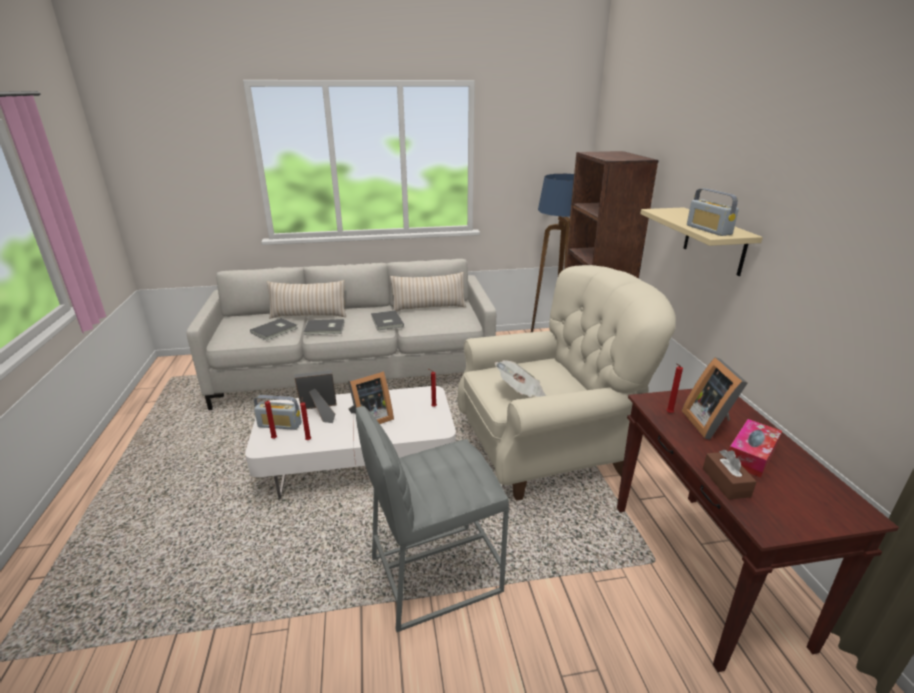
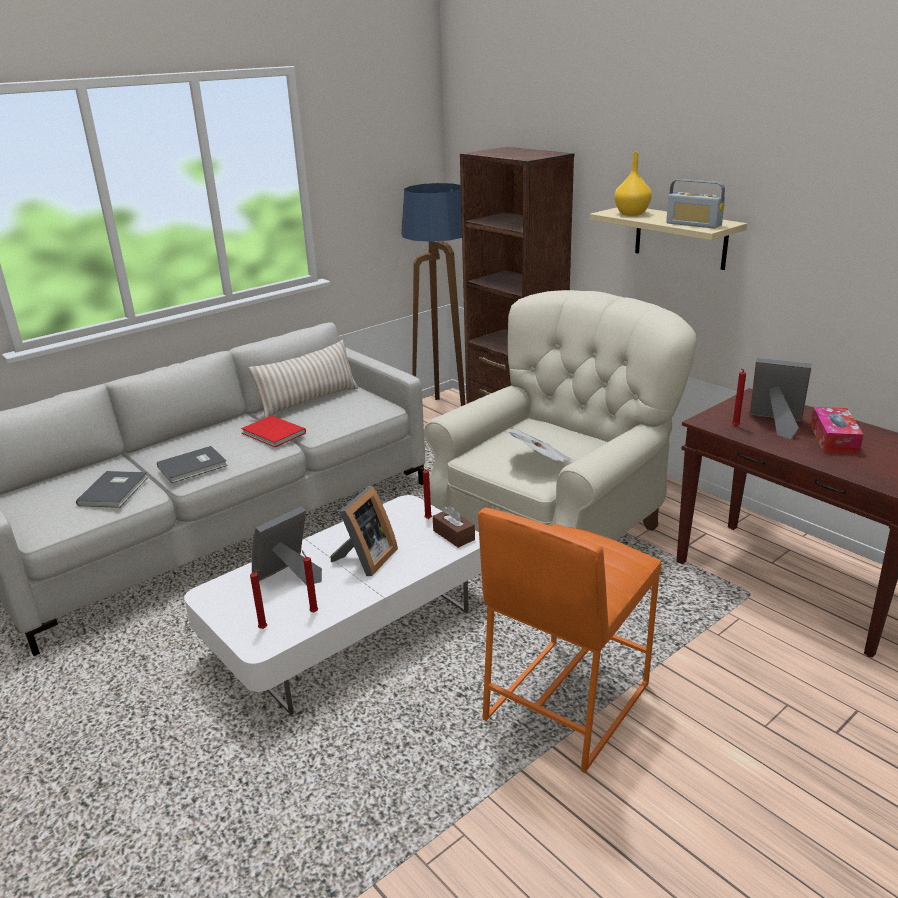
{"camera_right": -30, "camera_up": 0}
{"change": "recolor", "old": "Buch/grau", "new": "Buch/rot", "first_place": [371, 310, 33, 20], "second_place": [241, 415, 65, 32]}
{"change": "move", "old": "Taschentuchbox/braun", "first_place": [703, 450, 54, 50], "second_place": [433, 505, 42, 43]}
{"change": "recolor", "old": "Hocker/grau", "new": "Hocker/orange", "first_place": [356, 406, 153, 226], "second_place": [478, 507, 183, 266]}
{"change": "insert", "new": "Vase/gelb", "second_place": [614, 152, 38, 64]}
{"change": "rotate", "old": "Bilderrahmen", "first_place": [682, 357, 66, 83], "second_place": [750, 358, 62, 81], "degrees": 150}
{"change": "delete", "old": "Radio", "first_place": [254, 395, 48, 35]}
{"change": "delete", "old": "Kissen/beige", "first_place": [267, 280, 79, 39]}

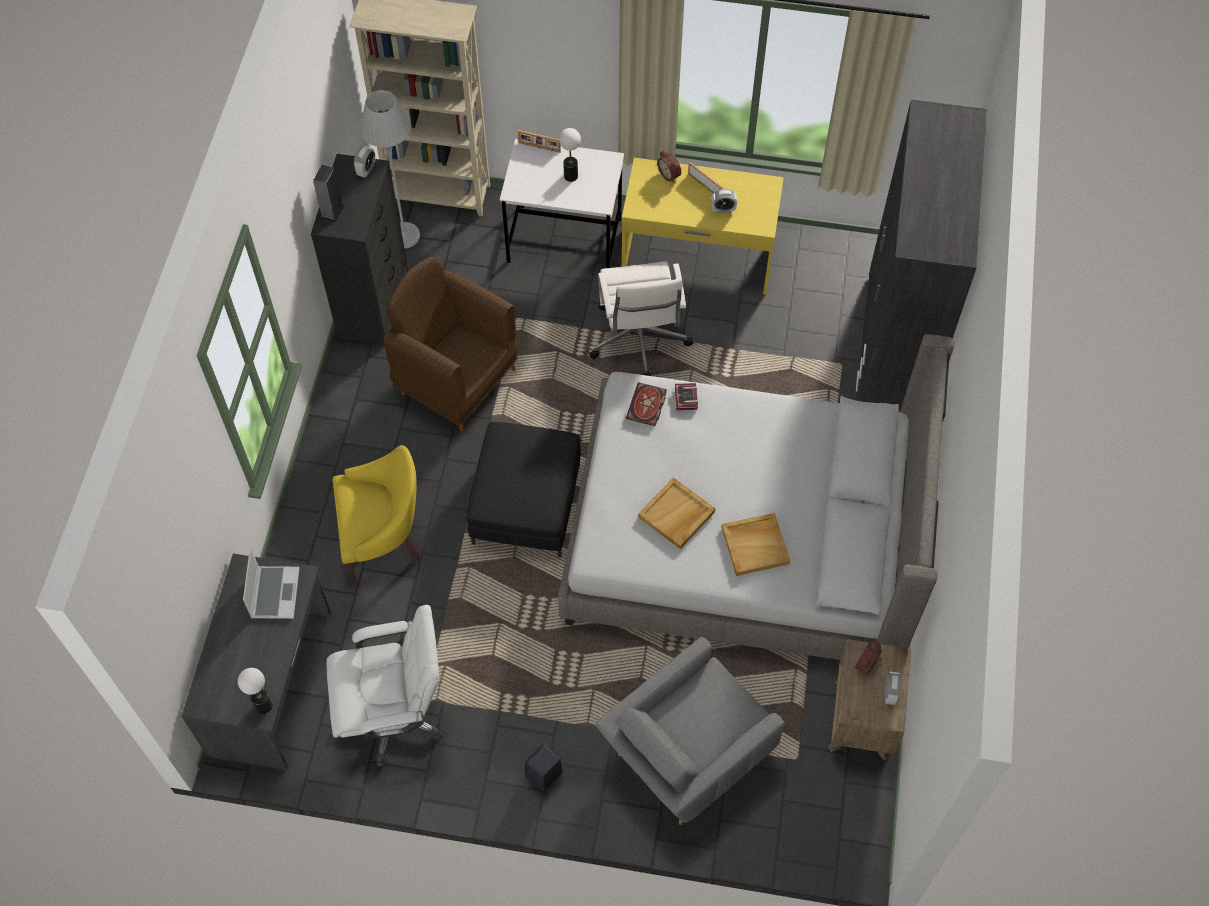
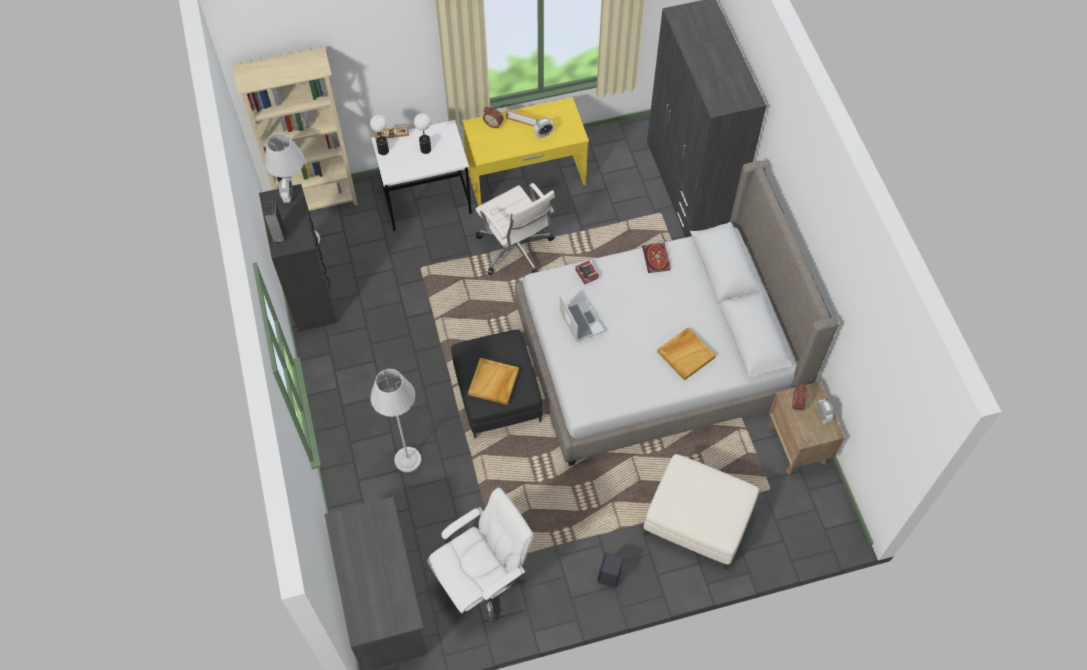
{"camera_right": -25, "camera_up": 0}
{"change": "move", "old": "Tischlampe", "first_place": [238, 668, 35, 46], "second_place": [370, 115, 19, 40]}
{"change": "replace", "old": "Sessel/gelb", "new": "Stehlampe/grau", "first_place": [333, 445, 88, 137], "second_place": [371, 369, 50, 103]}
{"change": "move", "old": "Tablett/beige", "first_place": [638, 477, 78, 72], "second_place": [468, 358, 51, 47]}
{"change": "move", "old": "Laptop", "first_place": [243, 548, 57, 71], "second_place": [559, 294, 45, 48]}
{"change": "move", "old": "Buch", "first_place": [626, 382, 41, 44], "second_place": [642, 243, 29, 30]}
{"change": "replace", "old": "Sessel/grau", "new": "Polsterhocker/weiß", "first_place": [595, 637, 190, 188], "second_place": [644, 454, 115, 115]}
{"change": "delete", "old": "Sessel/braun", "first_place": [383, 257, 136, 174]}

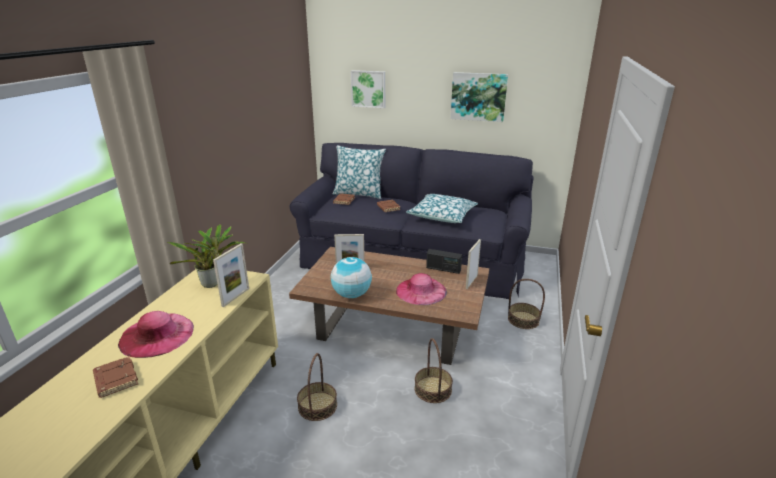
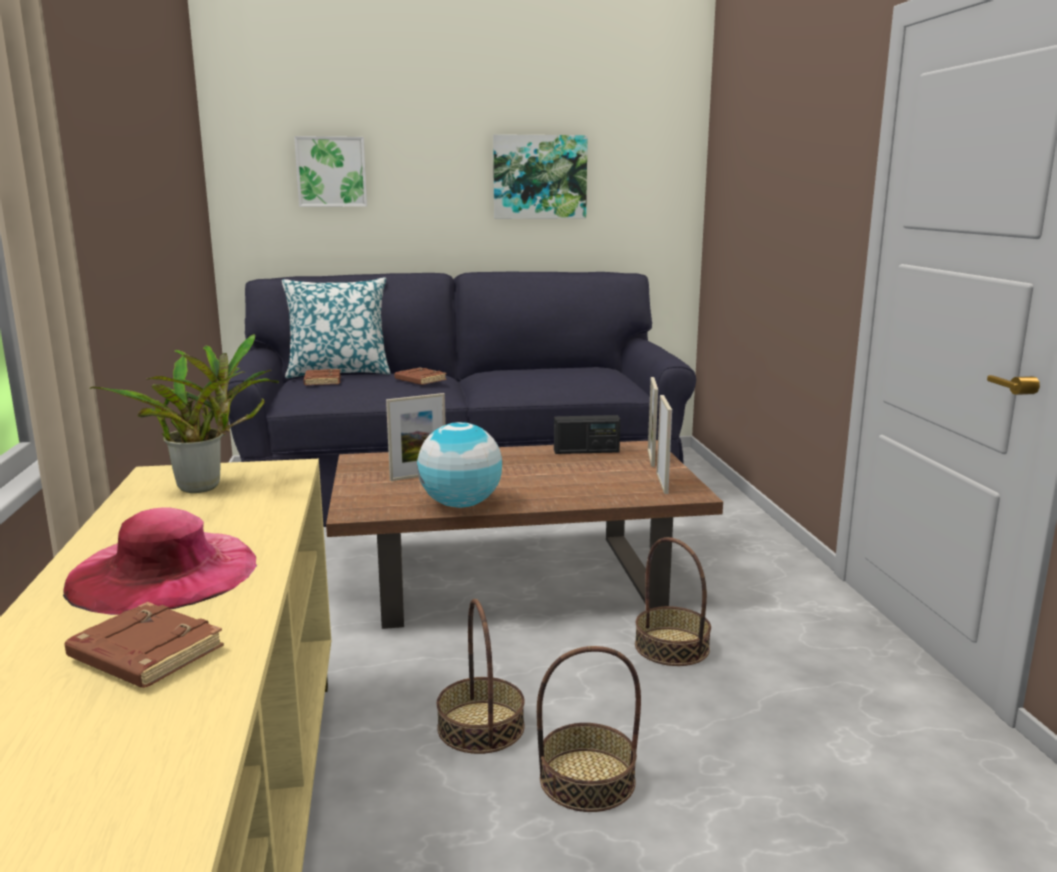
{"camera_right": -25, "camera_up": -10}
{"change": "move", "old": "Korb", "first_place": [508, 279, 37, 50], "second_place": [537, 646, 104, 166]}
{"change": "move", "old": "Bilderrahmen", "first_place": [213, 244, 36, 63], "second_place": [657, 395, 15, 99]}
{"change": "delete", "old": "Hut/rosa", "first_place": [396, 273, 51, 32]}
{"change": "delete", "old": "Kissen", "first_place": [406, 194, 72, 29]}

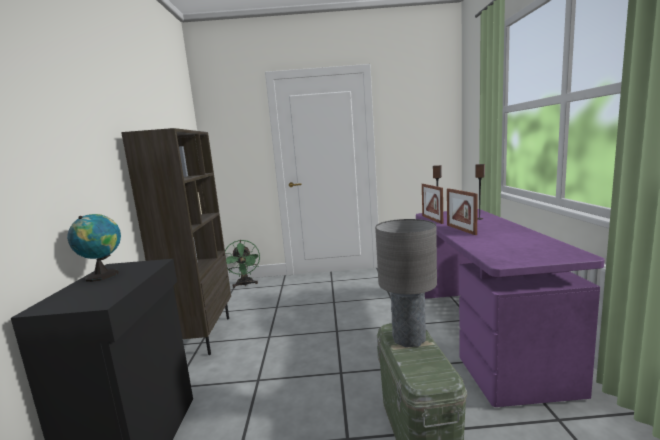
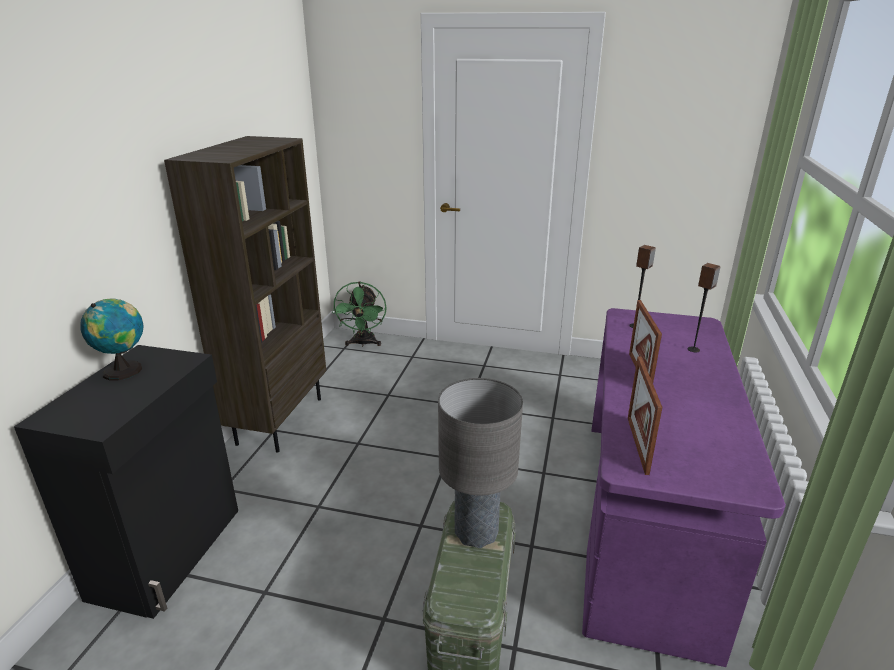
{"camera_right": 15, "camera_up": 15}
{"change": "move", "old": "Bilderrahmen", "first_place": [422, 184, 21, 40], "second_place": [628, 357, 34, 118]}

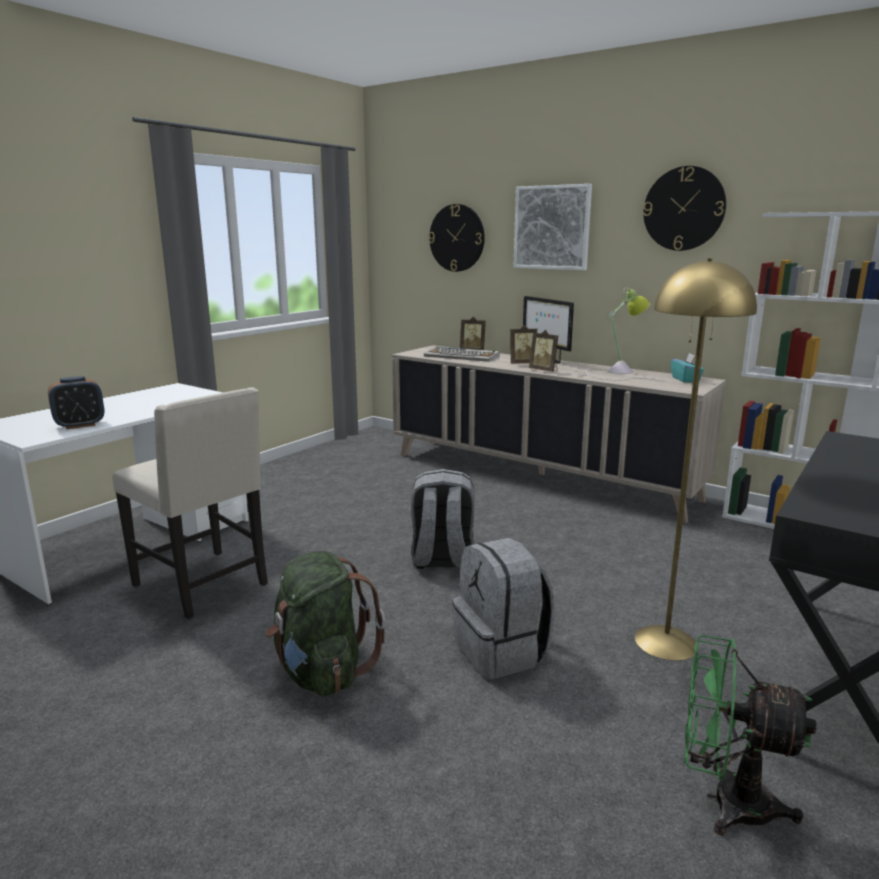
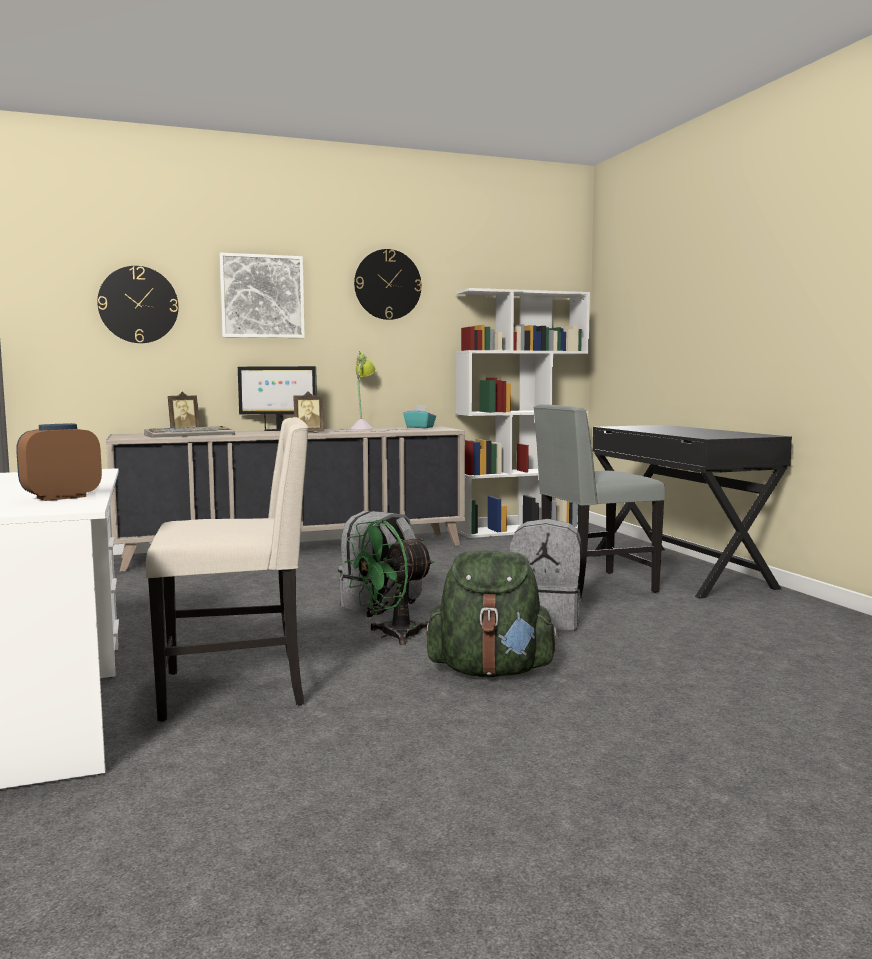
{"camera_right": -55, "camera_up": -10}
{"change": "rotate", "old": "Wecker", "first_place": [48, 376, 56, 53], "second_place": [16, 423, 86, 78], "degrees": -135}
{"change": "move", "old": "Ventilator/grün", "first_place": [684, 635, 132, 200], "second_place": [344, 520, 90, 125]}
{"change": "replace", "old": "Stehlampe/gelb", "new": "Stuhl/grau", "first_place": [635, 258, 122, 402], "second_place": [533, 404, 132, 193]}
{"change": "delete", "old": "Bilderrahmen", "first_place": [510, 325, 27, 39]}

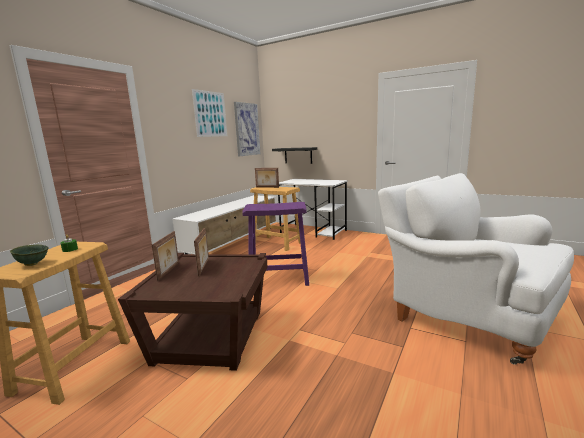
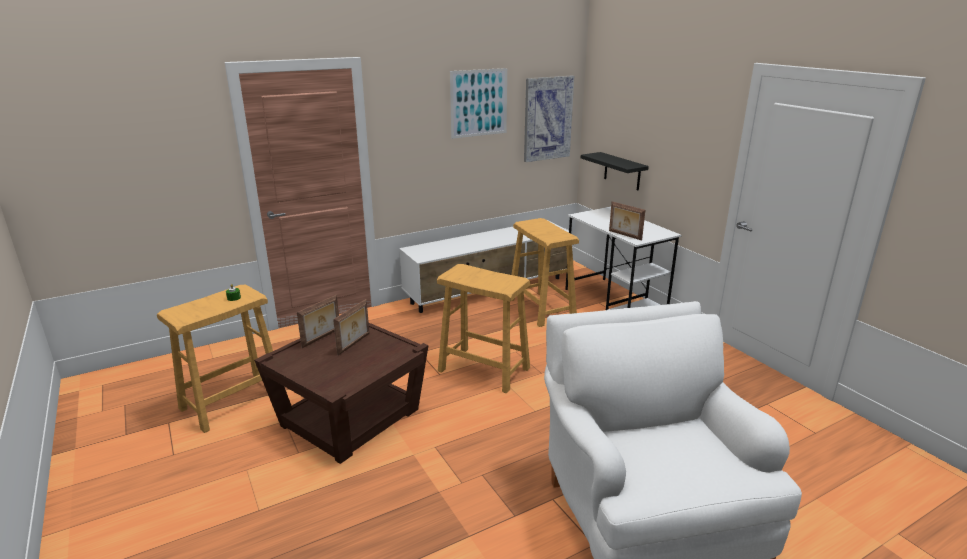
{"camera_right": 30, "camera_up": 10}
{"change": "recolor", "old": "Hocker/lila", "new": "Hocker/beige", "first_place": [242, 202, 67, 84], "second_place": [437, 264, 93, 129]}
{"change": "move", "old": "Bilderrahmen", "first_place": [255, 168, 24, 20], "second_place": [609, 201, 36, 39]}
{"change": "delete", "old": "Schüssel/grün", "first_place": [10, 245, 39, 21]}

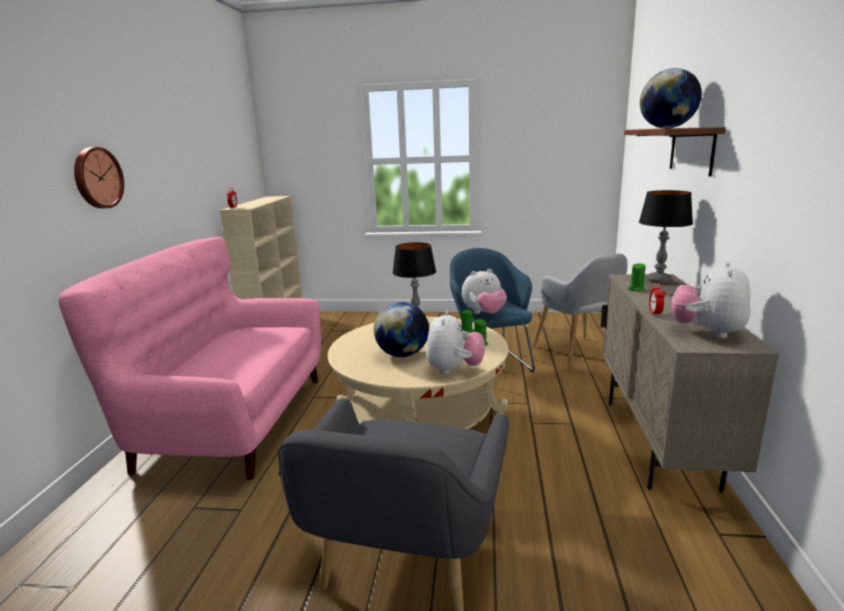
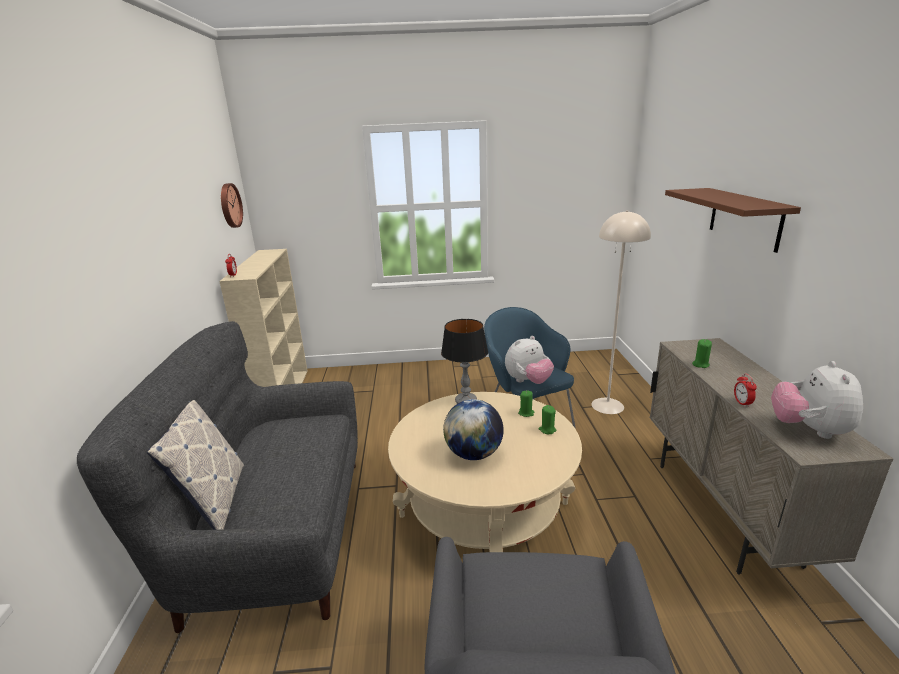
{"camera_right": -10, "camera_up": 5}
{"change": "recolor", "old": "Sofa/rosa", "new": "Sofa/grau", "first_place": [59, 237, 262, 243], "second_place": [77, 321, 281, 312]}
{"change": "insert", "new": "Kissen", "second_place": [147, 400, 97, 130]}
{"change": "move", "old": "Wanduhr", "first_place": [74, 147, 50, 61], "second_place": [221, 183, 22, 45]}
{"change": "replace", "old": "Sessel/grau", "new": "Stehlampe/beige", "first_place": [533, 254, 95, 114], "second_place": [591, 210, 60, 204]}
{"change": "delete", "old": "Plüschtier", "first_place": [426, 310, 59, 65]}
{"change": "delete", "old": "Tischlampe", "first_place": [639, 190, 54, 93]}
{"change": "delete", "old": "Globus", "first_place": [640, 68, 62, 60]}

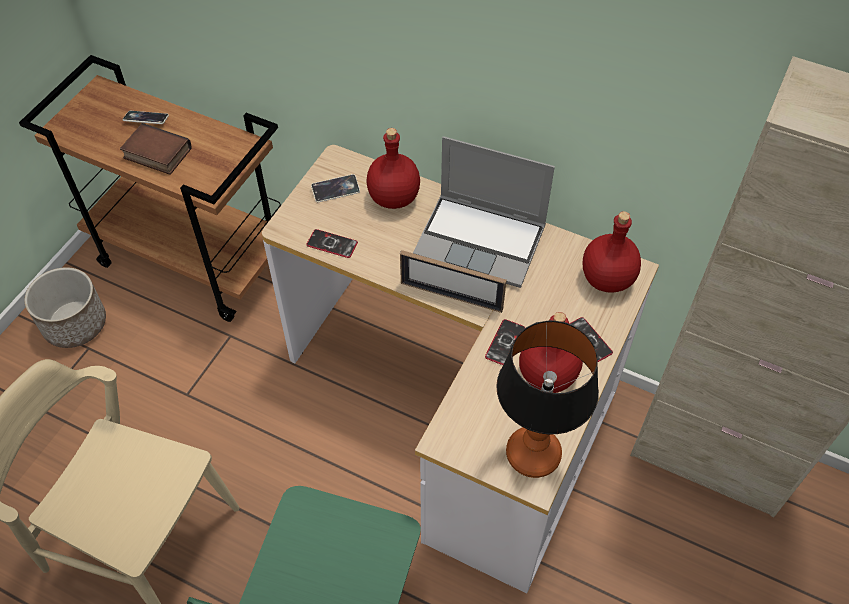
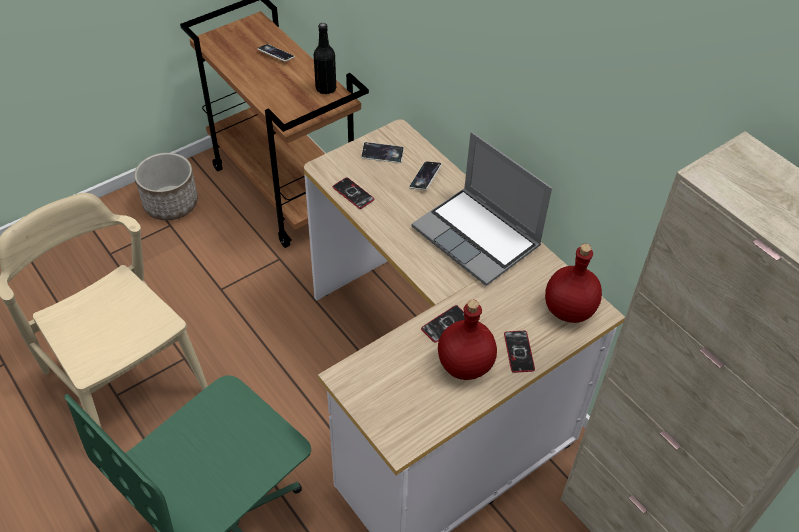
{"camera_right": 25, "camera_up": -5}
{"change": "insert", "new": "Flasche/schwarz", "second_place": [314, 23, 22, 71]}
{"change": "replace", "old": "Flasche/rot", "new": "Handy", "first_place": [366, 128, 54, 81], "second_place": [409, 161, 33, 29]}
{"change": "delete", "old": "Buch", "first_place": [120, 123, 71, 52]}
{"change": "delete", "old": "Bilderrahmen", "first_place": [400, 250, 107, 63]}
{"change": "delete", "old": "Tischlampe", "first_place": [496, 320, 103, 158]}

